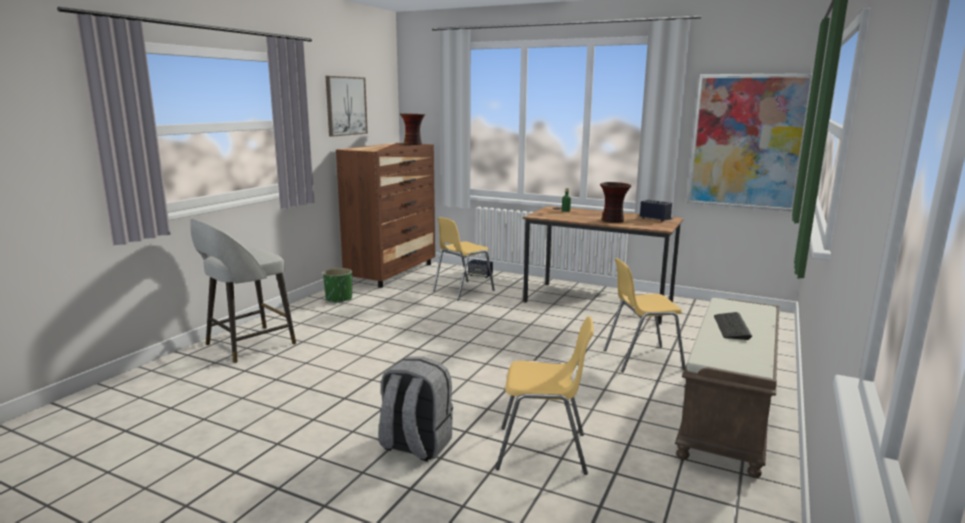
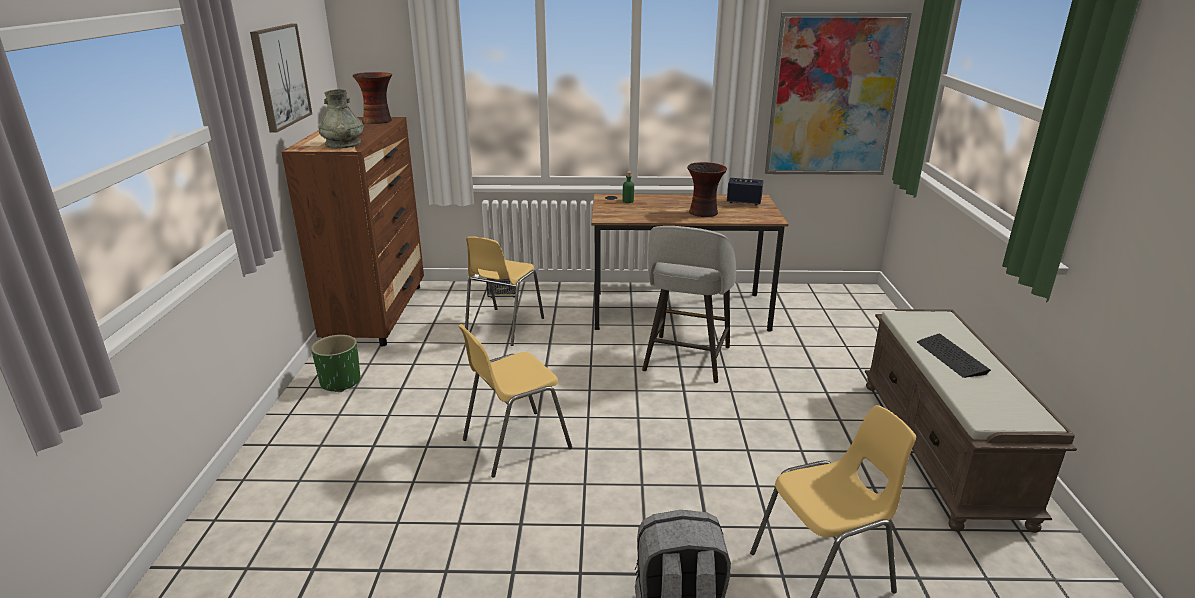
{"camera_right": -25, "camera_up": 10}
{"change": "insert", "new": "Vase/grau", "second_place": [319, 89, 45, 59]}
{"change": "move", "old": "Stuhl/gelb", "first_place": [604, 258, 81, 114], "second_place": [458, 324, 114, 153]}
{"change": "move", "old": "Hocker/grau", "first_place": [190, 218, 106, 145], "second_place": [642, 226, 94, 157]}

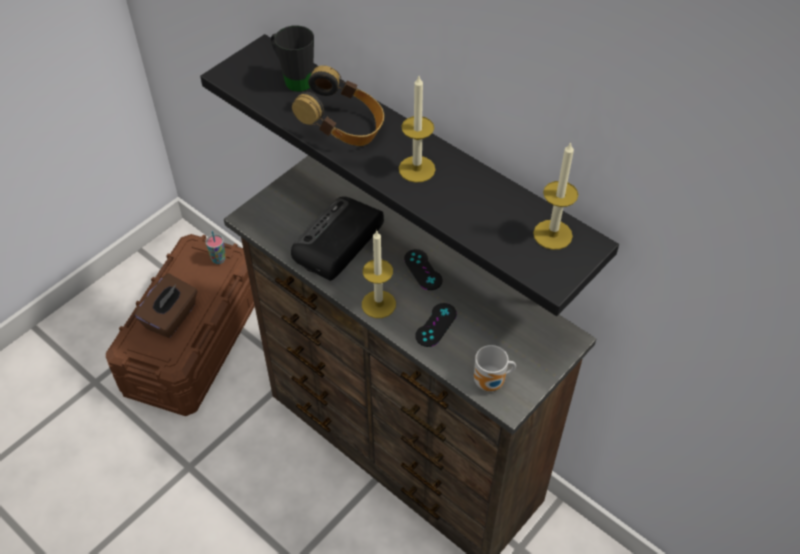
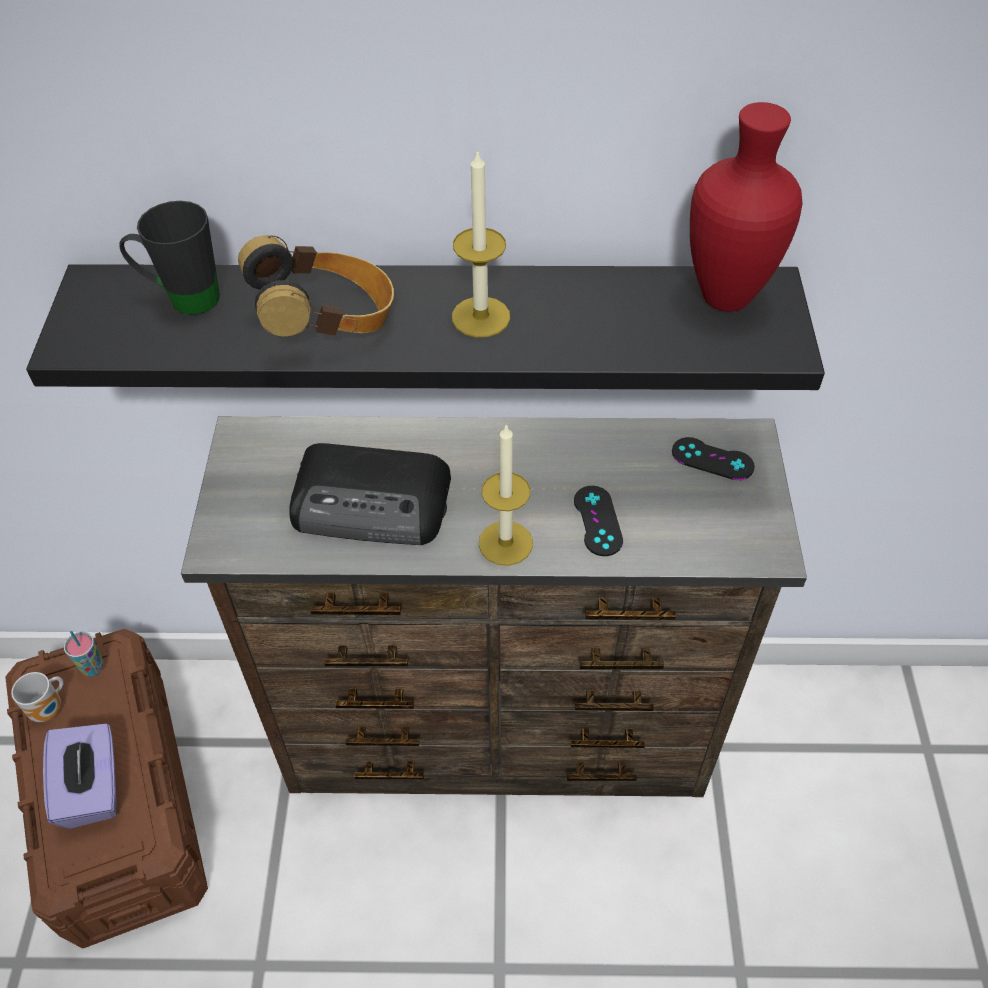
{"camera_right": -40, "camera_up": 0}
{"change": "move", "old": "Henkelbecher", "first_place": [474, 345, 42, 46], "second_place": [11, 672, 53, 50]}
{"change": "recolor", "old": "Taschentuchbox/braun", "new": "Taschentuchbox/lila", "first_place": [135, 273, 63, 65], "second_place": [43, 724, 74, 105]}
{"change": "rotate", "old": "Radio", "first_place": [291, 196, 93, 85], "second_place": [289, 443, 162, 102], "degrees": -75}
{"change": "move", "old": "Gamepad/schwarz", "first_place": [404, 249, 39, 41], "second_place": [672, 437, 83, 43]}
{"change": "replace", "old": "Kerze", "new": "Vase/rot", "first_place": [533, 141, 45, 109], "second_place": [690, 102, 112, 210]}

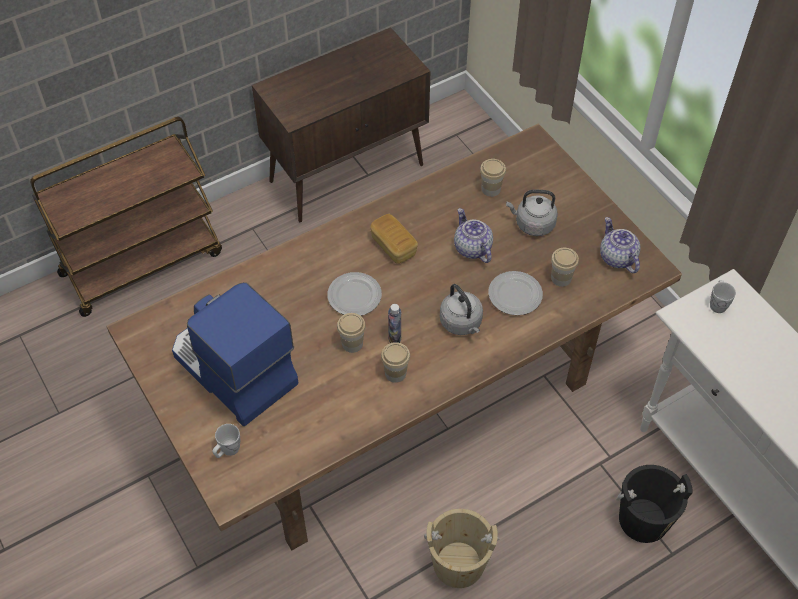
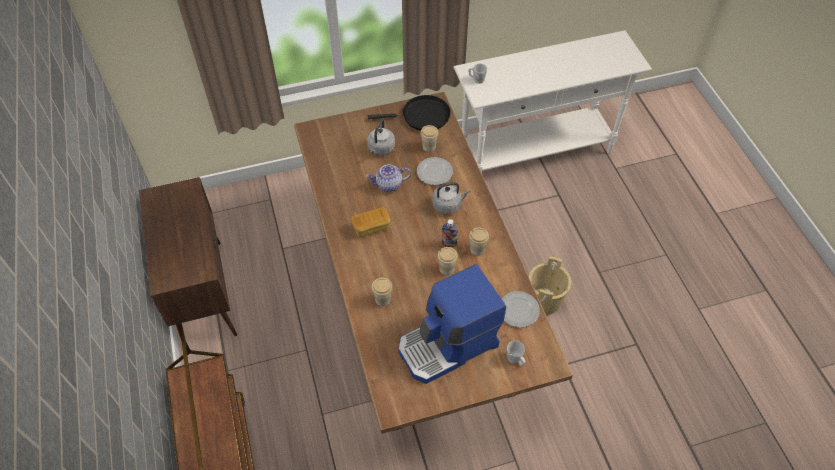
{"camera_right": -75, "camera_up": 0}
{"change": "replace", "old": "Teekanne", "new": "Pfanne/schwarz", "first_place": [600, 217, 40, 56], "second_place": [368, 95, 82, 36]}
{"change": "move", "old": "Tasse", "first_place": [480, 159, 26, 38], "second_place": [372, 278, 21, 28]}
{"change": "move", "old": "Teller", "first_place": [327, 272, 55, 44], "second_place": [501, 291, 39, 36]}
{"change": "delete", "old": "Eimer/schwarz", "first_place": [616, 465, 77, 78]}

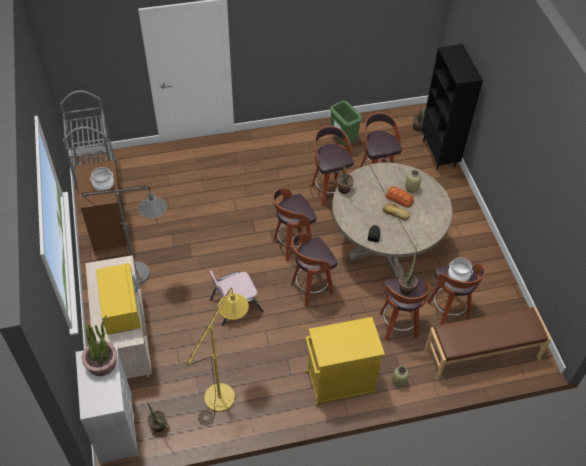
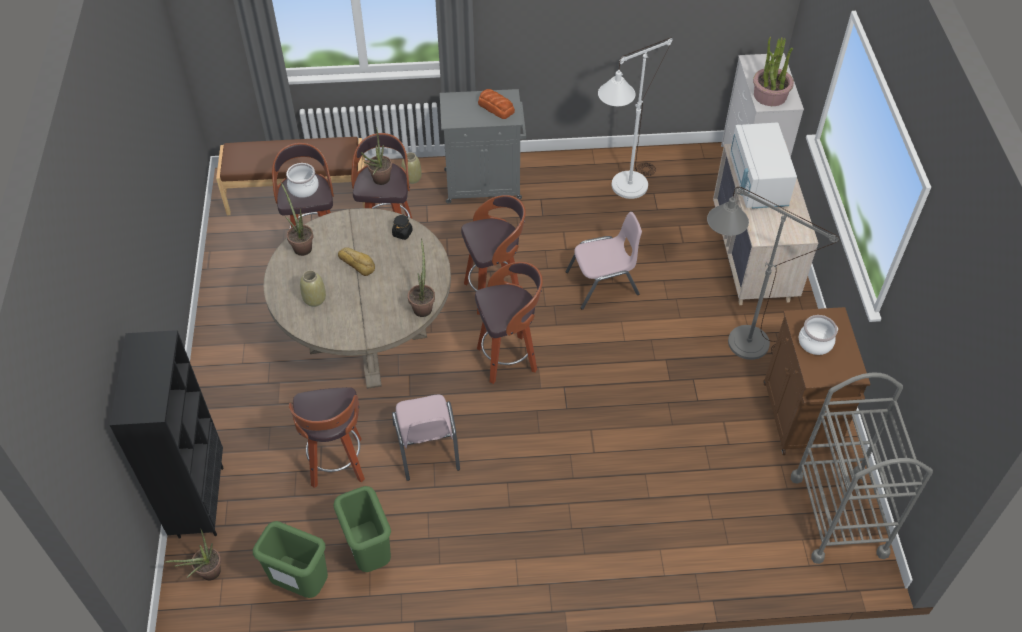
{"camera_right": -170, "camera_up": 0}
{"change": "insert", "new": "Mülleimer/grün", "second_place": [253, 521, 75, 77]}
{"change": "move", "old": "Topfpflanze", "first_place": [147, 402, 21, 30], "second_place": [281, 182, 32, 74]}
{"change": "replace", "old": "Hocker", "new": "Stuhl/rosa", "first_place": [311, 126, 43, 80], "second_place": [392, 395, 68, 86]}
{"change": "recolor", "old": "Schrank/gelb", "new": "Schrank/grau", "first_place": [306, 317, 79, 89], "second_place": [440, 89, 86, 115]}
{"change": "move", "old": "Brot", "first_place": [386, 186, 28, 22], "second_place": [478, 89, 37, 30]}
{"change": "recolor", "old": "Stehlampe/gelb", "new": "Stehlampe/weiß", "first_place": [187, 288, 62, 137], "second_place": [598, 38, 75, 161]}
{"change": "recolor", "old": "Mikrowelle/gelb", "new": "Mikrowelle/weiß", "first_place": [96, 263, 45, 72], "second_place": [730, 122, 67, 87]}

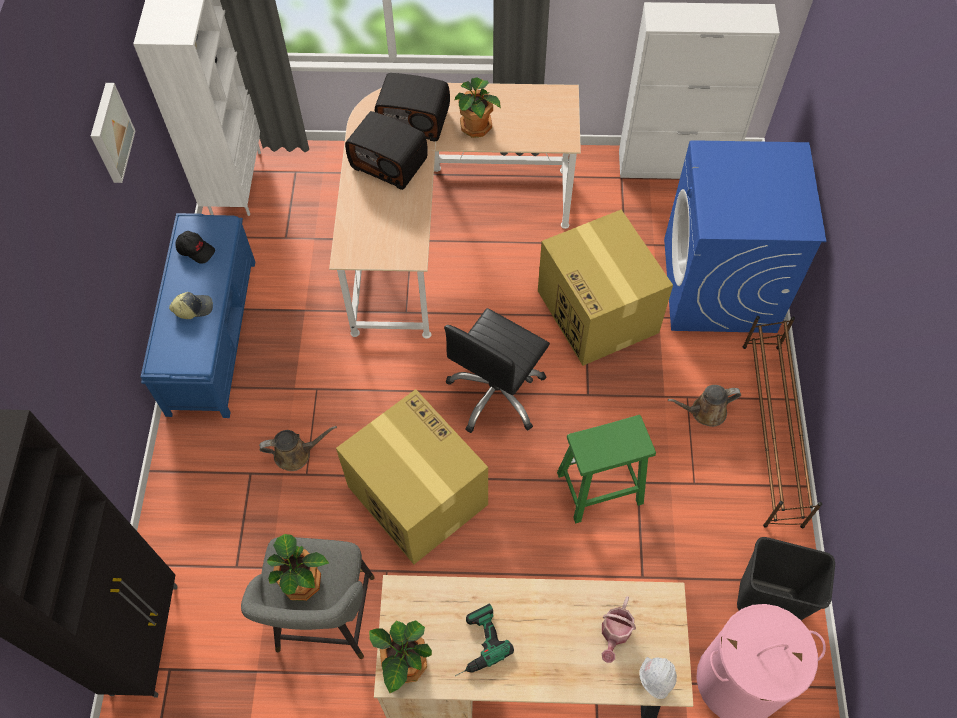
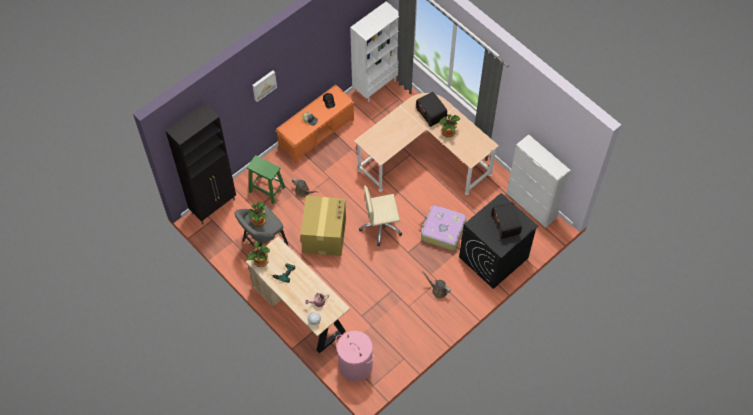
{"camera_right": 45, "camera_up": 0}
{"change": "move", "old": "Hocker/grün", "first_place": [557, 415, 99, 109], "second_place": [247, 155, 38, 49]}
{"change": "move", "old": "Bild", "first_place": [91, 83, 44, 100], "second_place": [252, 70, 25, 32]}
{"change": "recolor", "old": "Bank/blau", "new": "Bank/orange", "first_place": [141, 213, 114, 205], "second_place": [276, 85, 79, 79]}
{"change": "recolor", "old": "Bürostuhl/schwarz", "new": "Bürostuhl/beige", "first_place": [444, 308, 106, 125], "second_place": [359, 185, 43, 61]}
{"change": "replace", "old": "Karton", "new": "Koffer", "first_place": [538, 209, 135, 157], "second_place": [421, 205, 46, 45]}
{"change": "recolor", "old": "Waschmaschine/blau", "new": "Waschmaschine/schwarz", "first_place": [664, 140, 162, 193], "second_place": [459, 193, 79, 96]}
{"change": "move", "old": "Radio", "first_place": [345, 111, 83, 79], "second_place": [492, 203, 30, 36]}
{"change": "delete", "old": "Mülleimer/schwarz", "first_place": [737, 537, 98, 83]}
{"change": "delete", "old": "Schuhregal/braun", "first_place": [743, 316, 79, 212]}

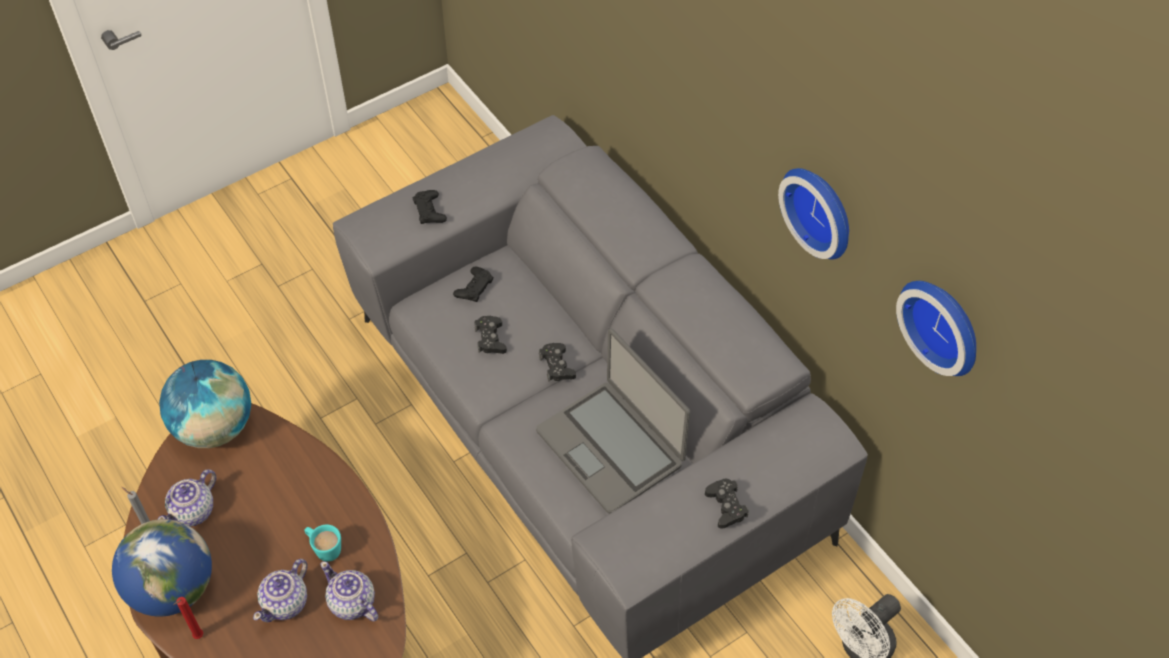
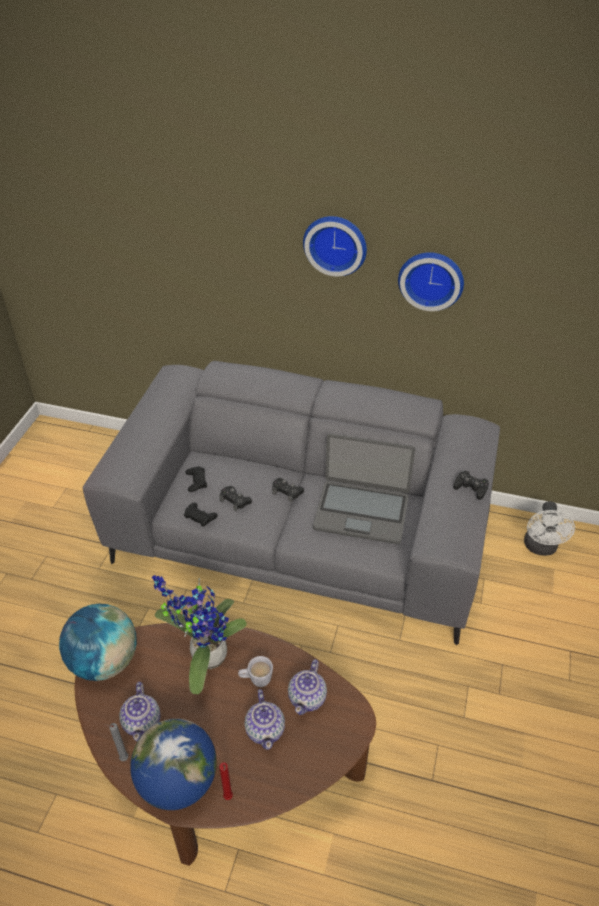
{"camera_right": -40, "camera_up": -10}
{"change": "insert", "new": "Topfpflanze", "second_place": [152, 575, 95, 119]}
{"change": "move", "old": "Gamepad/schwarz", "first_place": [413, 190, 34, 34], "second_place": [184, 503, 34, 24]}
{"change": "recolor", "old": "Henkelbecher/türkis", "new": "Henkelbecher/weiß", "first_place": [304, 524, 37, 38], "second_place": [238, 656, 35, 31]}
{"change": "rotate", "old": "Teekanne", "first_place": [320, 561, 58, 61], "second_place": [288, 659, 39, 56], "degrees": -75}
{"change": "move", "old": "Wanduhr", "first_place": [896, 281, 80, 95], "second_place": [303, 216, 64, 60]}

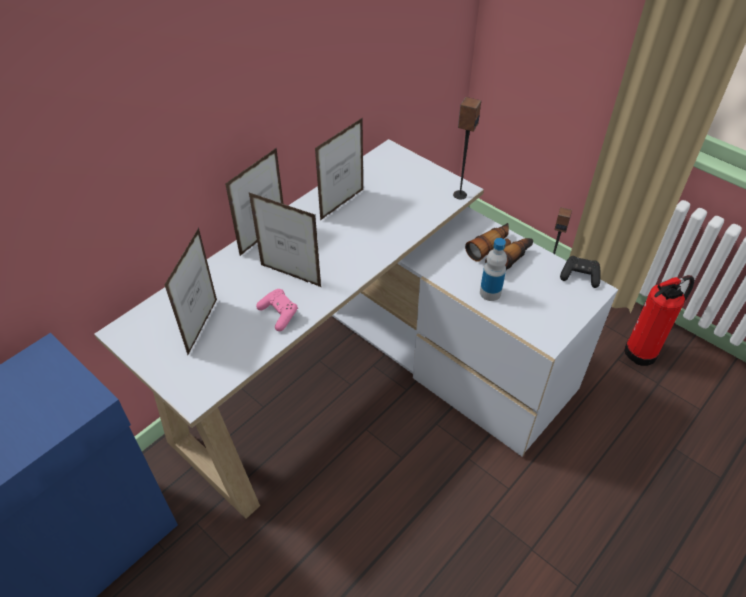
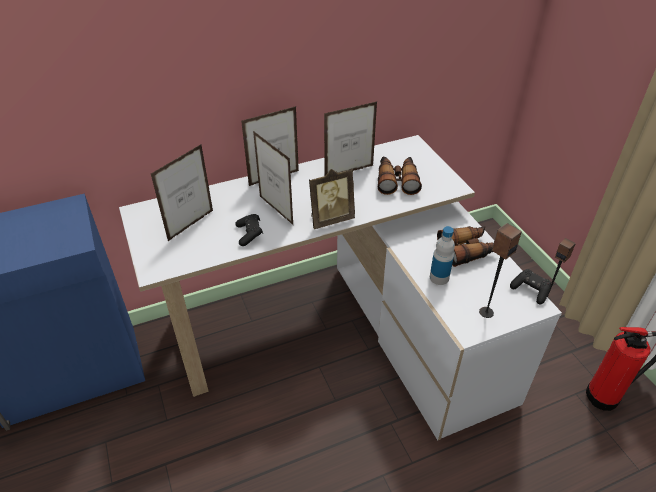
{"camera_right": 25, "camera_up": -5}
{"change": "recolor", "old": "Gamepad/rosa", "new": "Gamepad/schwarz", "first_place": [256, 289, 42, 42], "second_place": [235, 214, 28, 32]}
{"change": "insert", "new": "Bilderrahmen", "second_place": [309, 169, 46, 60]}
{"change": "insert", "new": "Fernglas", "second_place": [378, 157, 44, 38]}
{"change": "move", "old": "Lautsprecher", "first_place": [453, 97, 28, 103], "second_place": [479, 223, 43, 95]}

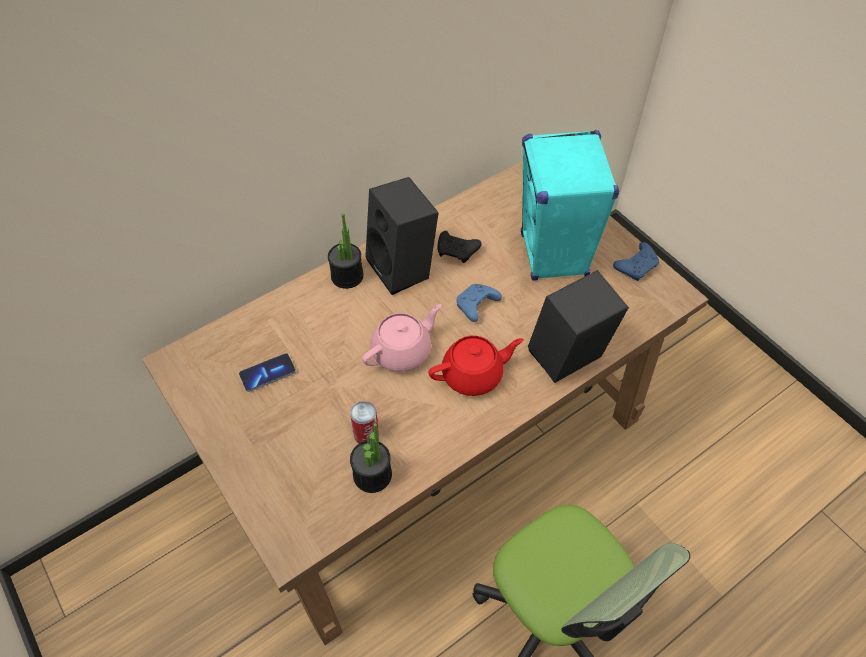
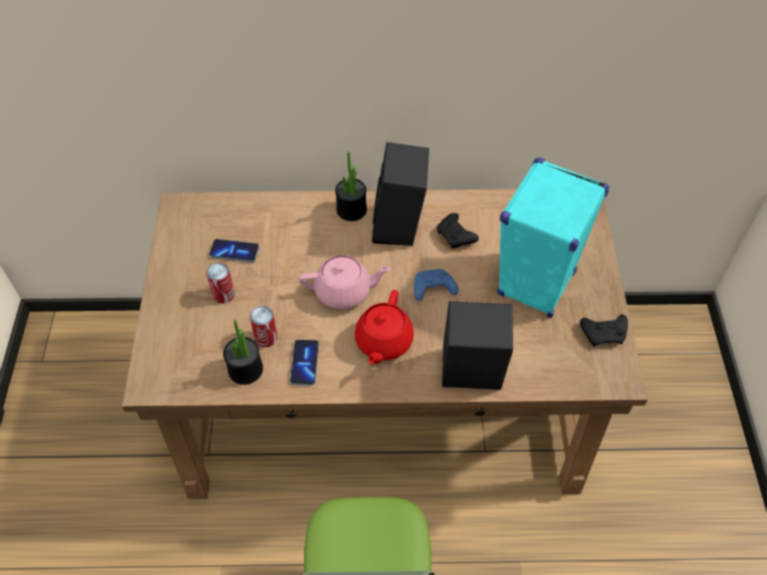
{"camera_right": 35, "camera_up": 0}
{"change": "insert", "new": "Dose", "second_place": [206, 262, 29, 42]}
{"change": "insert", "new": "Handy", "second_place": [290, 340, 29, 46]}
{"change": "rotate", "old": "Teekanne/rot", "first_place": [428, 336, 96, 60], "second_place": [355, 290, 59, 74], "degrees": 90}
{"change": "recolor", "old": "Gamepad/blau", "new": "Gamepad/schwarz", "first_place": [613, 242, 46, 39], "second_place": [580, 314, 48, 33]}

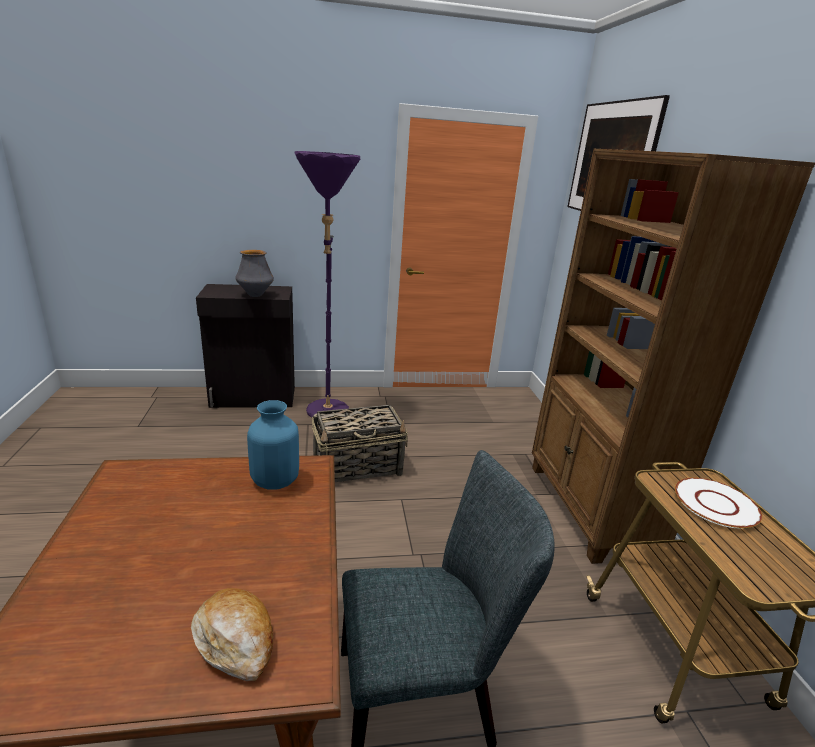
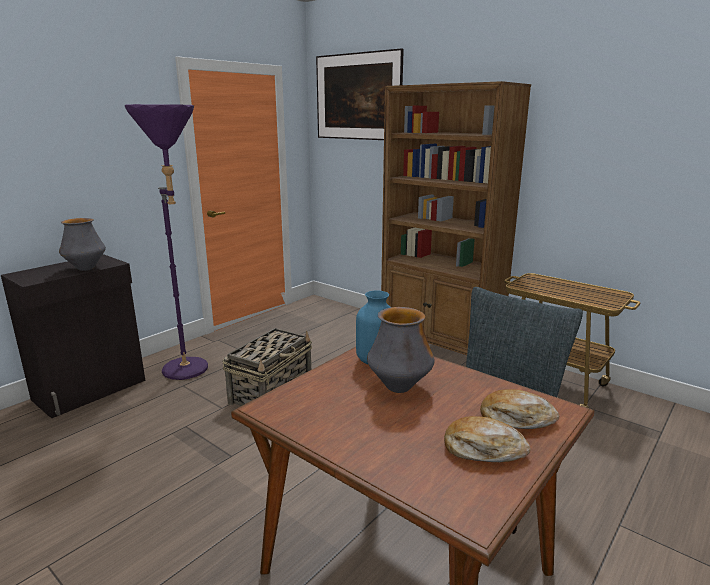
{"camera_right": -40, "camera_up": -5}
{"change": "insert", "new": "Vase", "second_place": [367, 307, 68, 86]}
{"change": "insert", "new": "Brot", "second_place": [444, 416, 87, 46]}
{"change": "delete", "old": "Teller/weiß", "first_place": [675, 477, 87, 51]}

